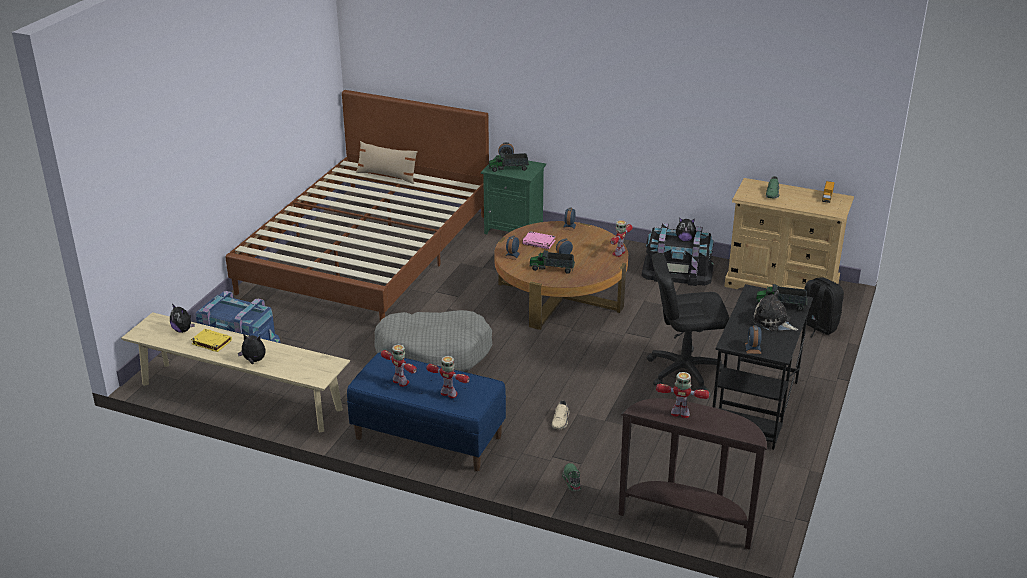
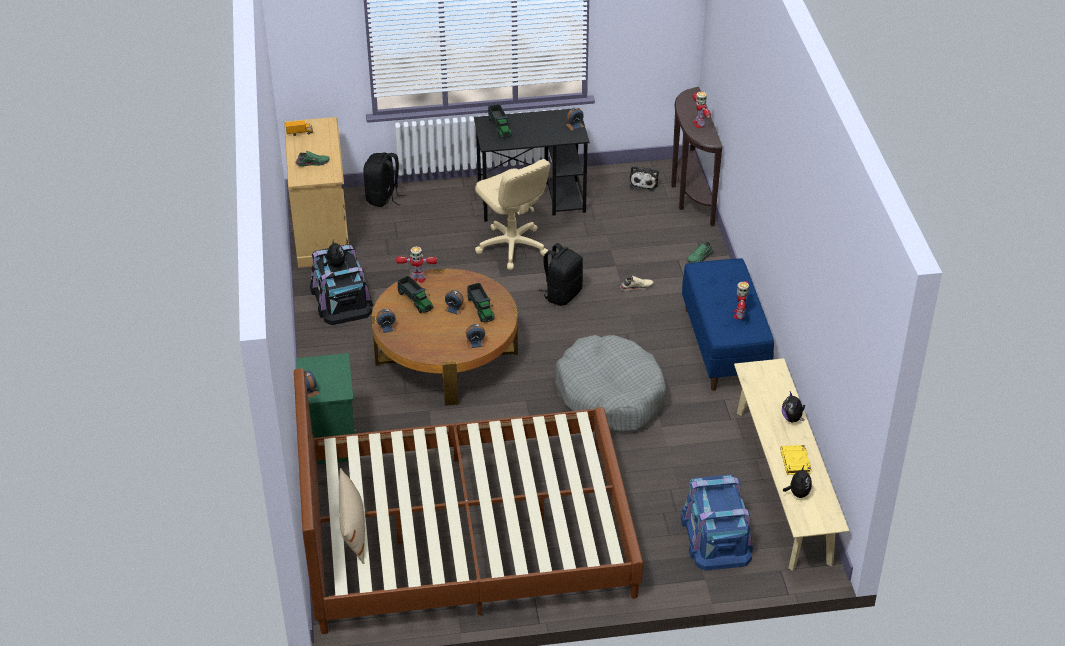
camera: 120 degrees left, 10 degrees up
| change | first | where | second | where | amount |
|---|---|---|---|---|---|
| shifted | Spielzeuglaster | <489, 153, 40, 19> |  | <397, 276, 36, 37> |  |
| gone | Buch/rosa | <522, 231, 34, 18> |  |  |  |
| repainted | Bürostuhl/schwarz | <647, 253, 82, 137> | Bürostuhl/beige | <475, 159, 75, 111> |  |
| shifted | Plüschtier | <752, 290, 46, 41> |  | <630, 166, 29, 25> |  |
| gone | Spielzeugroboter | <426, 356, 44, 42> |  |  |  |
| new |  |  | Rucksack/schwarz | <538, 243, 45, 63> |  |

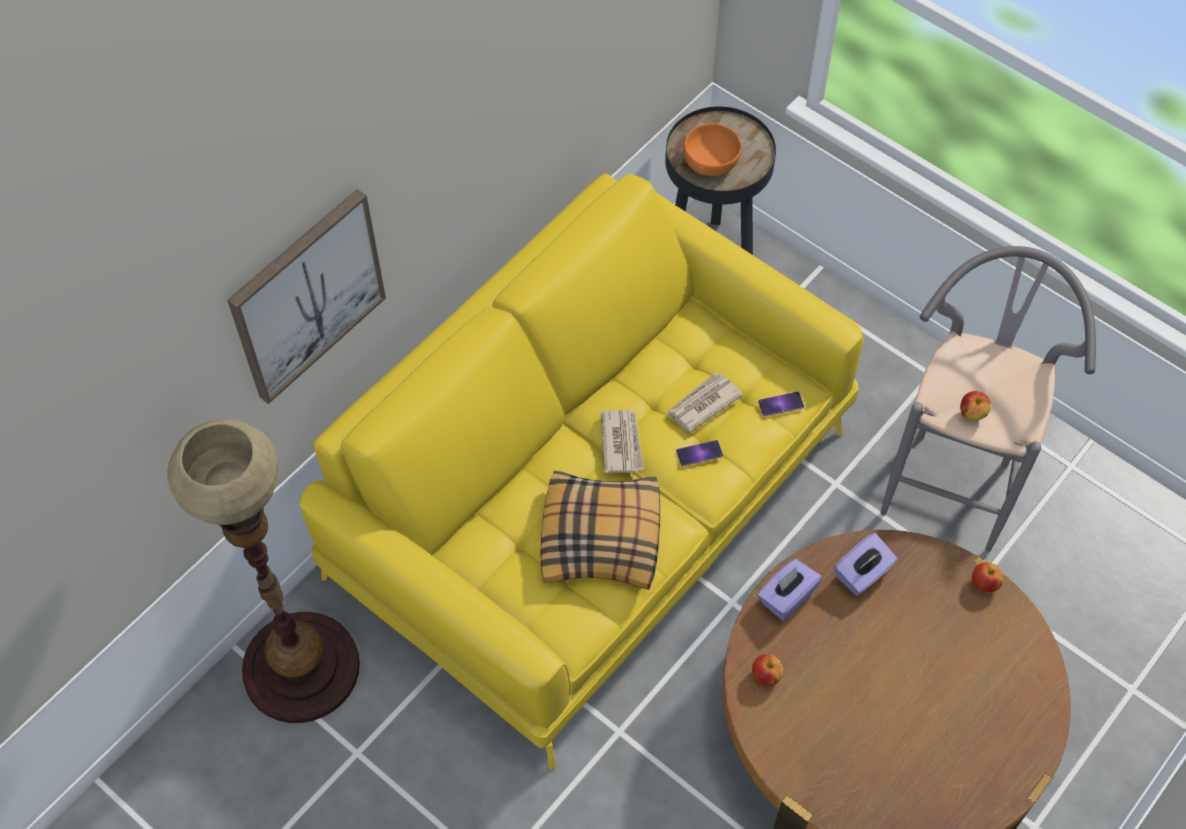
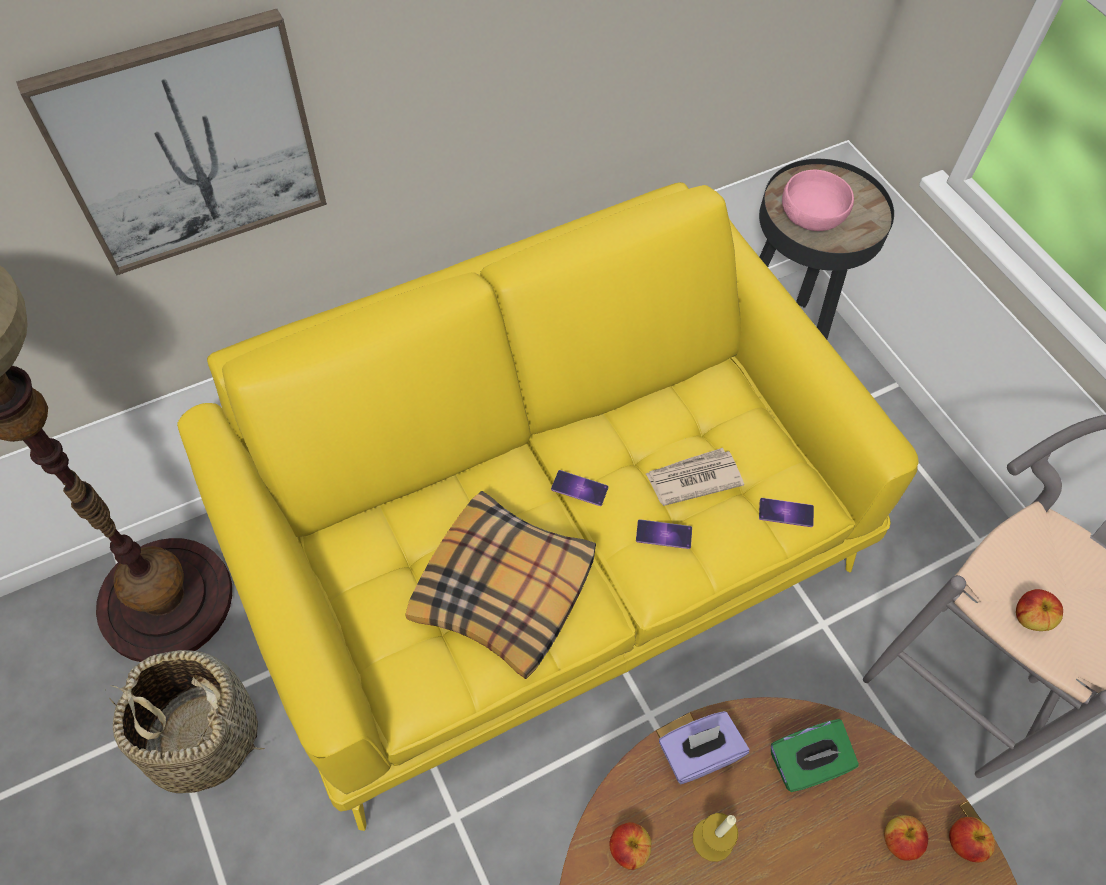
camera: 20 degrees right, 0 degrees up
| change | first | where | second | where | amount |
|---|---|---|---|---|---|
| repainted | Schüssel/orange | <683, 123, 59, 53> | Schüssel/rosa | <782, 170, 72, 61> |  |
| swapped | Zeitung | <601, 410, 43, 63> | Handy | <551, 470, 58, 36> |  |
| repainted | Taschentuchbox/lila | <834, 533, 64, 63> | Taschentuchbox/grün | <771, 719, 88, 73> |  |
| new |  |  | Korb | <105, 650, 160, 143> |  |
| new |  |  | Kerze | <693, 813, 45, 49> |  |
| new |  |  | Apfel | <884, 815, 44, 46> |  |

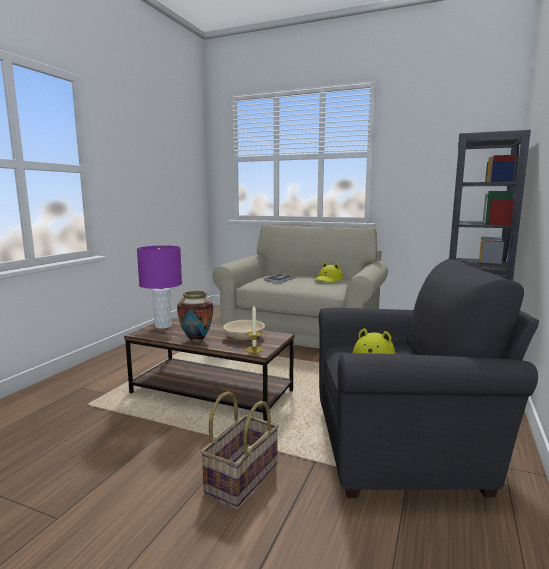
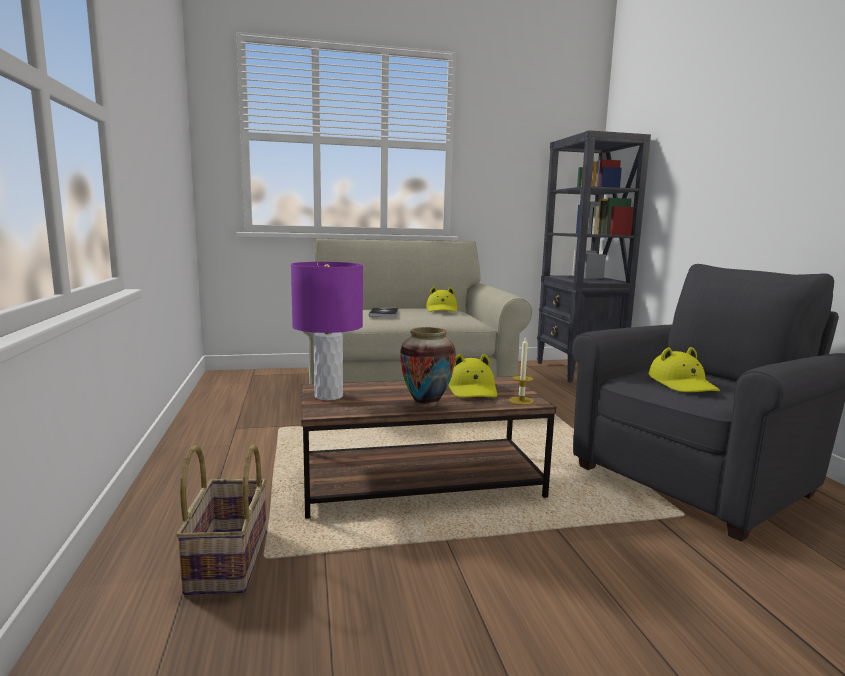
camera: 35 degrees left, 0 degrees up
| change | first | where | second | where | amount |
|---|---|---|---|---|---|
| swapped | Schüssel/beige | <223, 320, 42, 20> | Hut/gelb | <448, 354, 49, 44> |  |
| shifted | Korb | <200, 391, 79, 116> |  | <176, 445, 91, 150> |  |

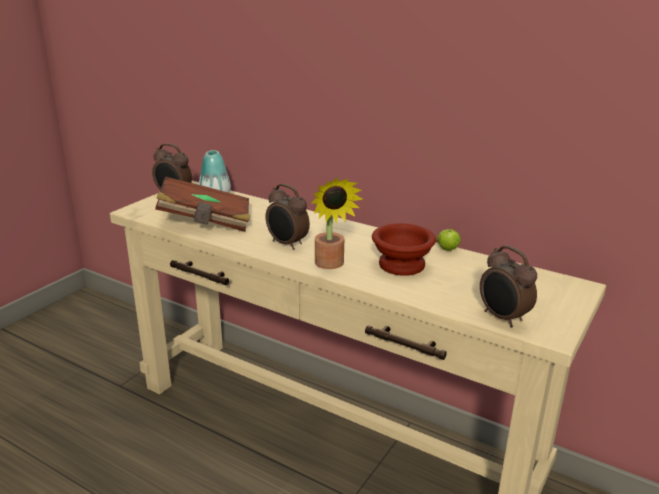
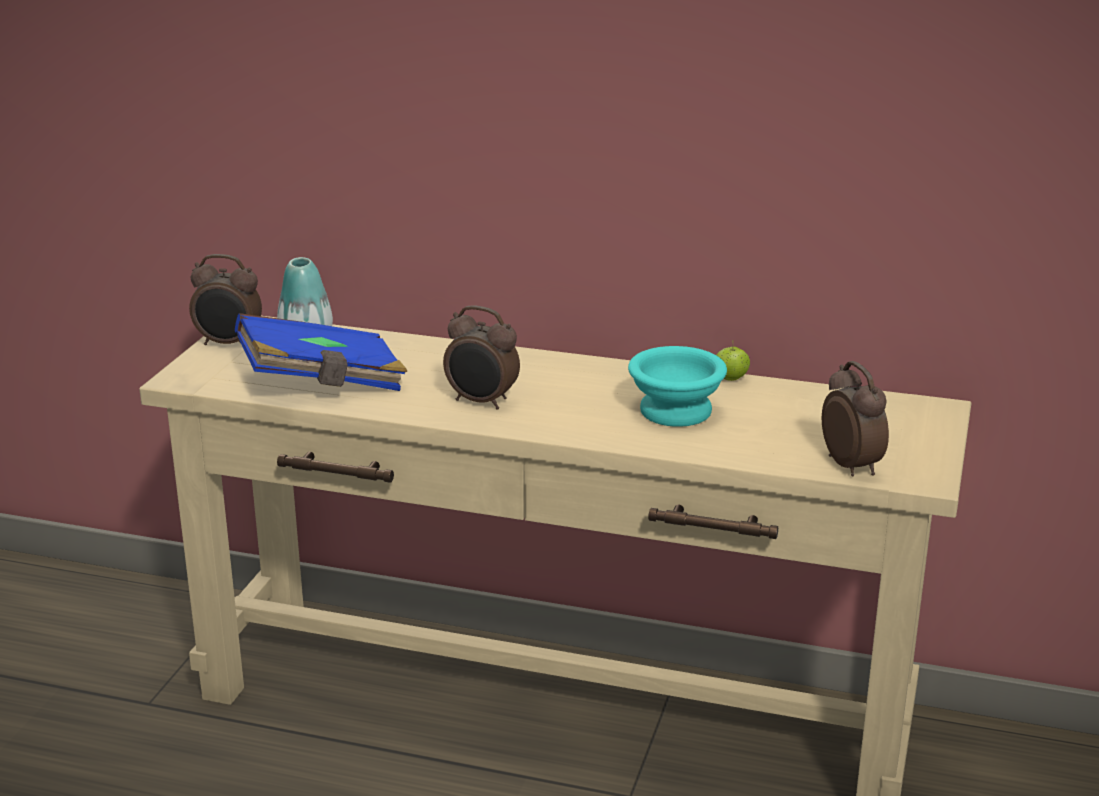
camera: 15 degrees left, 0 degrees up
| change | first | where | second | where | amount |
|---|---|---|---|---|---|
| repainted | Buch/braun | <155, 177, 95, 55> | Buch/blau | <235, 313, 172, 78> |  |
| gone | Topfpflanze | <312, 178, 51, 91> |  |  |  |
| repainted | Schüssel/braun | <372, 223, 64, 53> | Schüssel/türkis | <628, 346, 99, 81> |  |
| rotated | Wecker | <480, 246, 57, 82> |  | <822, 361, 67, 115> | 150 degrees counterclockwise |

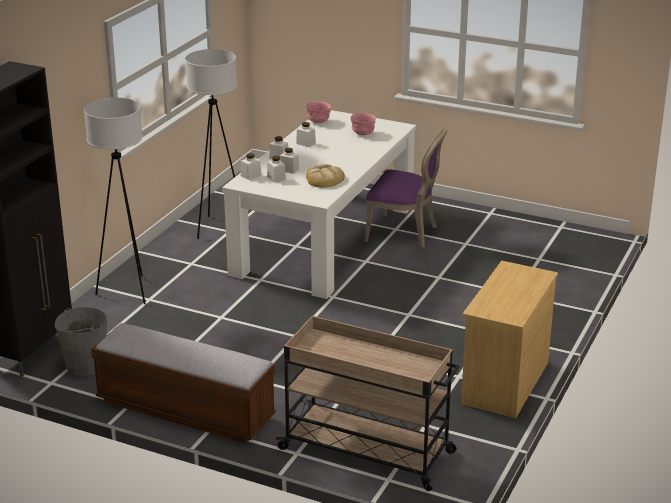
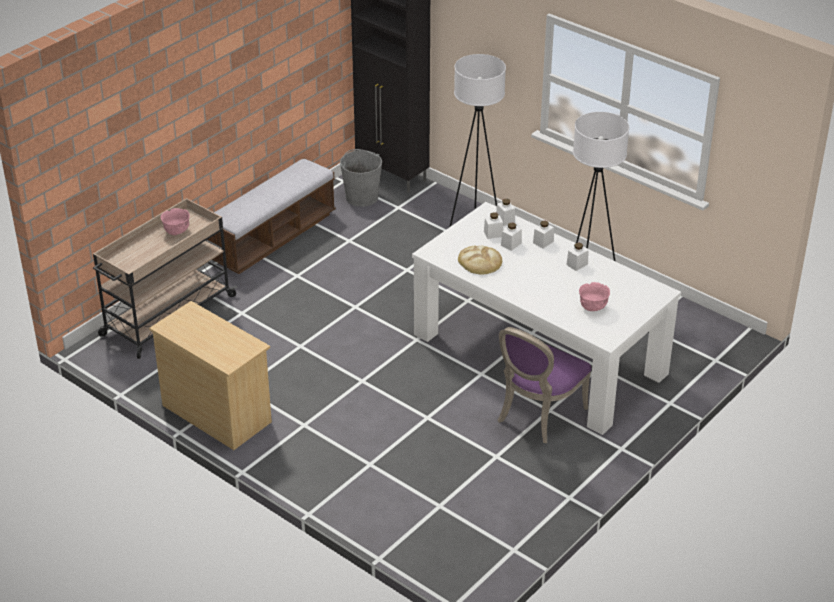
camera: 105 degrees right, 10 degrees up
| change | first | where | second | where | amount |
|---|---|---|---|---|---|
| shifted | Schüssel/rosa | <306, 102, 25, 21> |  | <161, 208, 29, 27> |  |

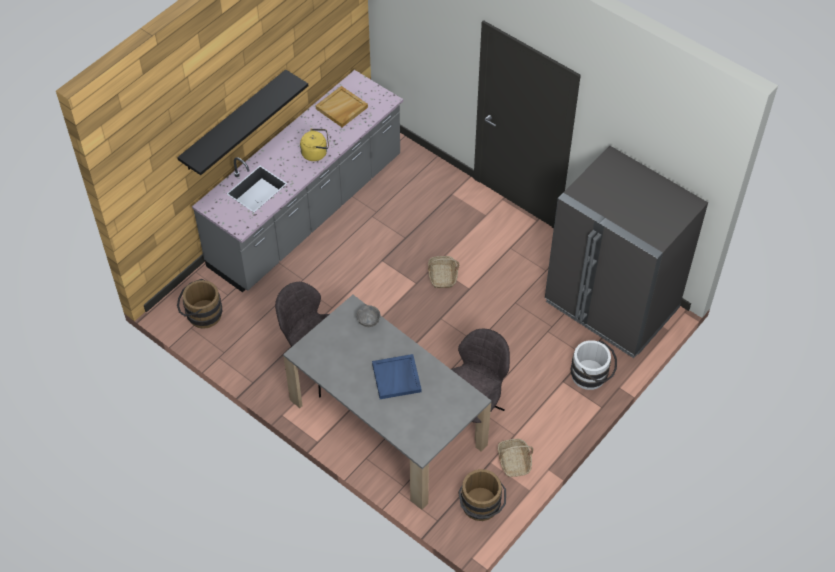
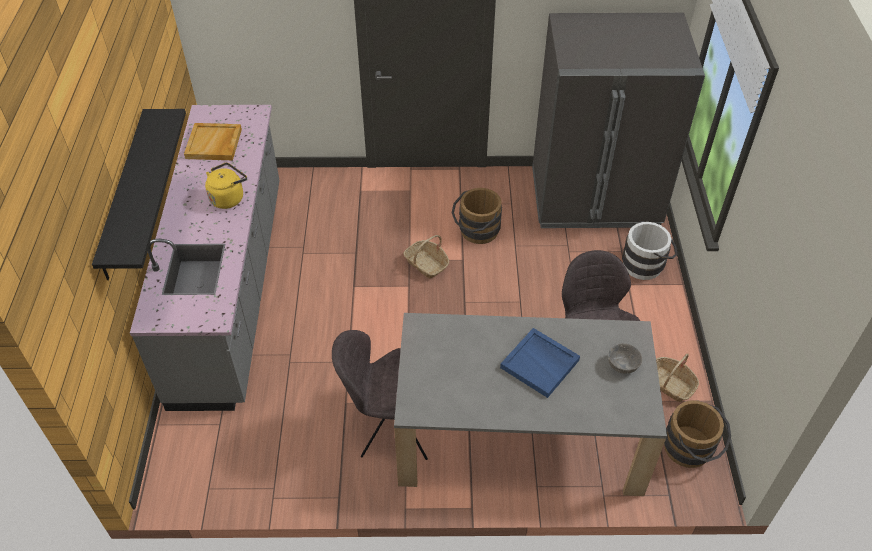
camera: 40 degrees left, 5 degrees down
| change | first | where | second | where | amount |
|---|---|---|---|---|---|
| shifted | Eimer/braun | <177, 279, 45, 50> |  | <451, 188, 51, 56> |  |
| shifted | Schüssel/grau | <357, 305, 24, 22> |  | <608, 343, 34, 31> |  |

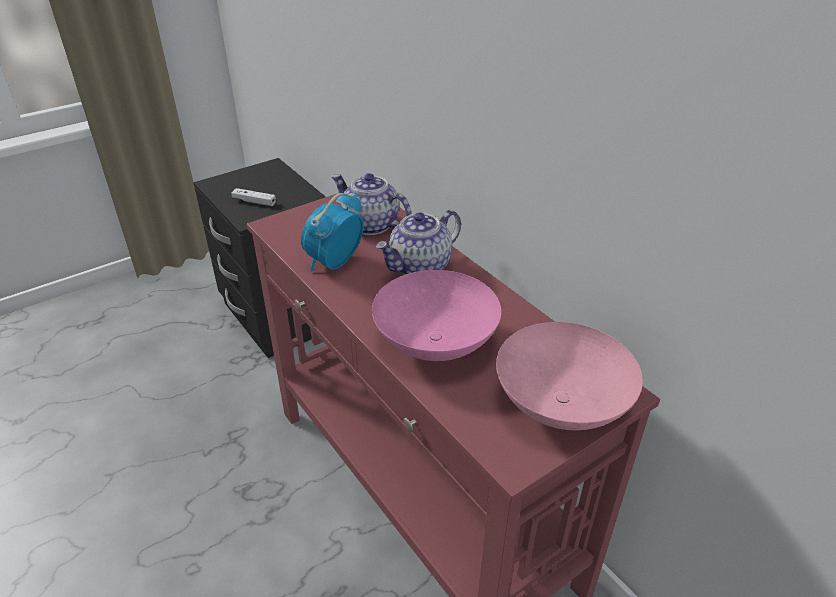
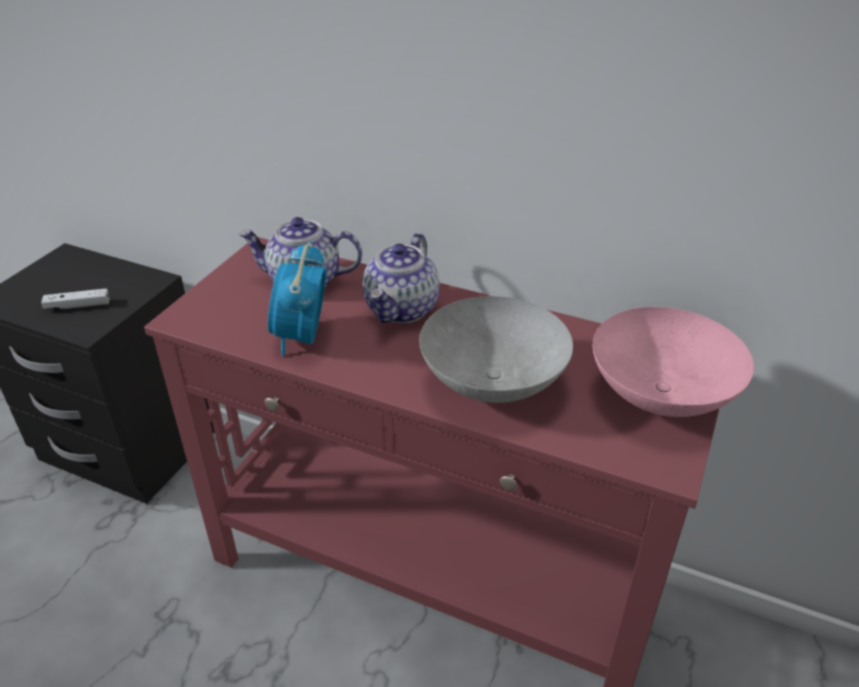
camera: 30 degrees left, 0 degrees up
| change | first | where | second | where | amount |
|---|---|---|---|---|---|
| repainted | Schüssel/rosa | <372, 270, 129, 91> | Schüssel/grau | <419, 296, 154, 107> |  |

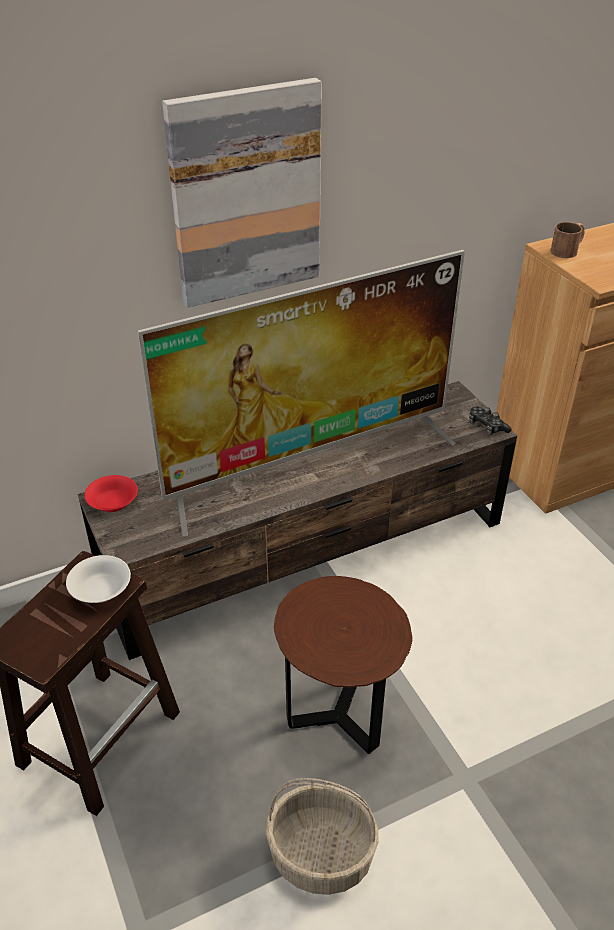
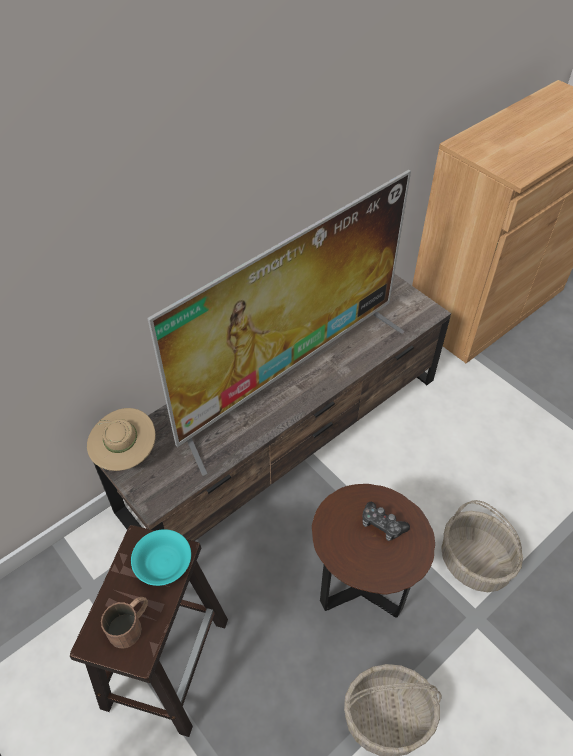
camera: 15 degrees left, 10 degrees up
| change | first | where | second | where | amount |
|---|---|---|---|---|---|
| gone | Bild | <162, 78, 160, 230> |  |  |  |
| shifted | Henkelbecher/braun | <551, 222, 34, 36> |  | <101, 597, 47, 51> |  |
| shifted | Gamepad | <469, 406, 43, 29> |  | <362, 502, 48, 39> |  |
| swapped | Schüssel/rot | <84, 475, 54, 37> | Hut/beige | <87, 408, 69, 63> |  |
| repainted | Schüssel/weiß | <66, 555, 65, 48> | Schüssel/türkis | <131, 529, 60, 57> |  |
| new |  |  | Korb | <441, 500, 82, 92> |  |

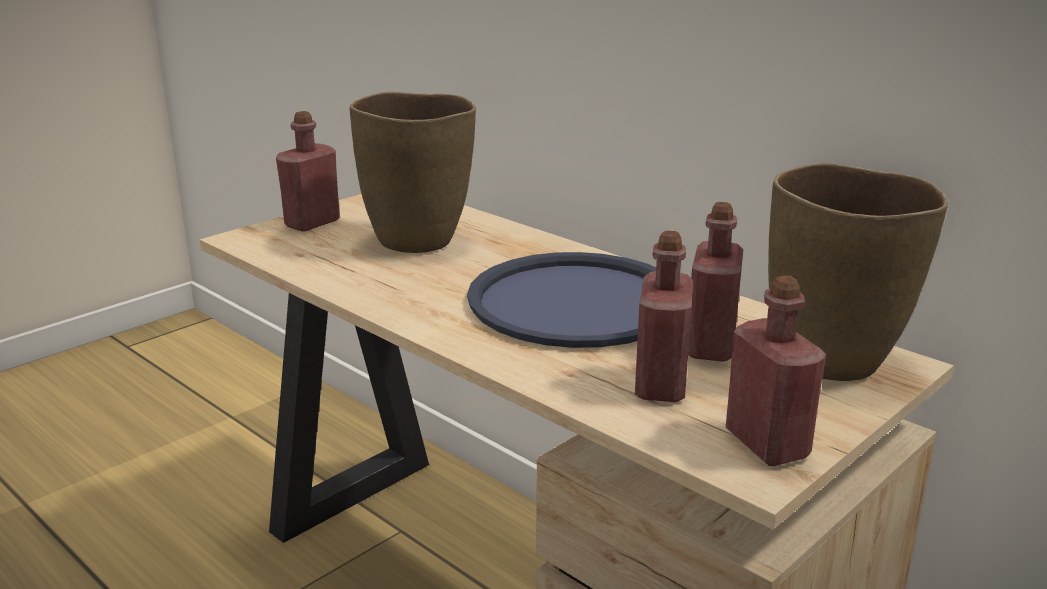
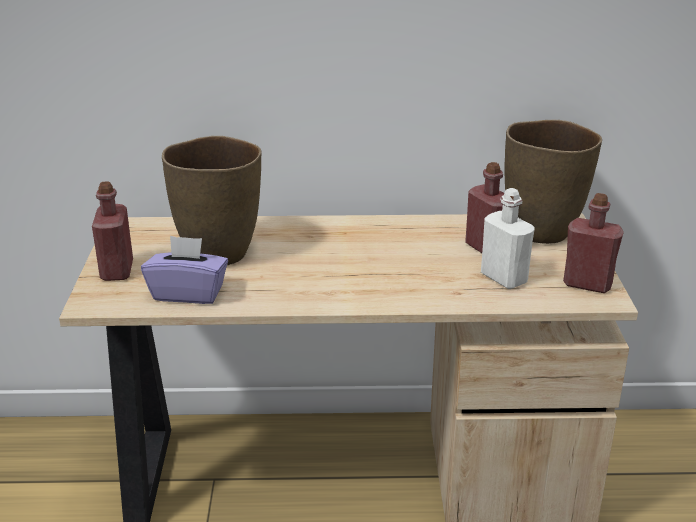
camera: 45 degrees left, 5 degrees up
| change | first | where | second | where | amount |
|---|---|---|---|---|---|
| repainted | Flasche/rot | <635, 231, 58, 171> | Flasche/weiß | <481, 188, 54, 101> |  |
| gone | Tablett/blau | <467, 252, 189, 96> |  |  |  |
| new |  |  | Taschentuchbox/lila | <141, 236, 87, 68> |  |

